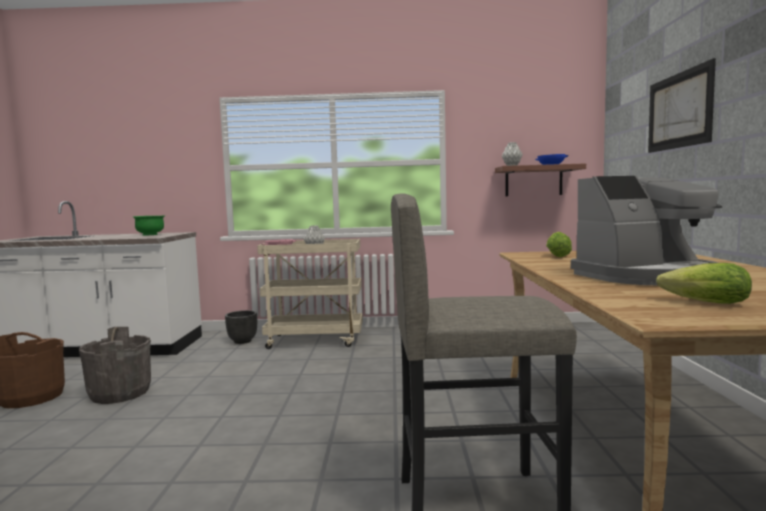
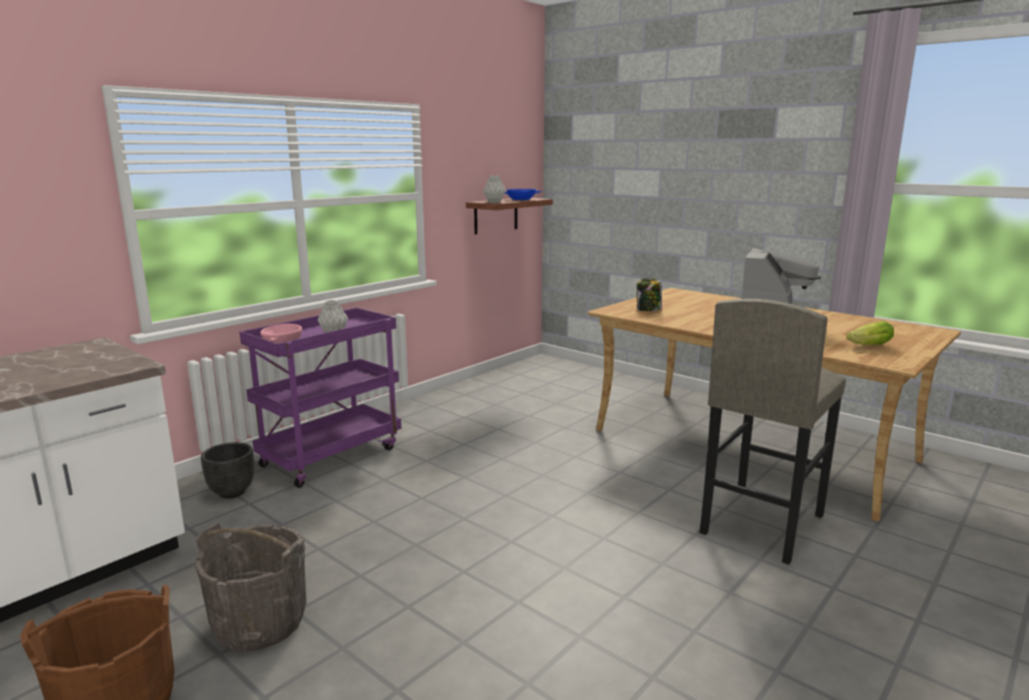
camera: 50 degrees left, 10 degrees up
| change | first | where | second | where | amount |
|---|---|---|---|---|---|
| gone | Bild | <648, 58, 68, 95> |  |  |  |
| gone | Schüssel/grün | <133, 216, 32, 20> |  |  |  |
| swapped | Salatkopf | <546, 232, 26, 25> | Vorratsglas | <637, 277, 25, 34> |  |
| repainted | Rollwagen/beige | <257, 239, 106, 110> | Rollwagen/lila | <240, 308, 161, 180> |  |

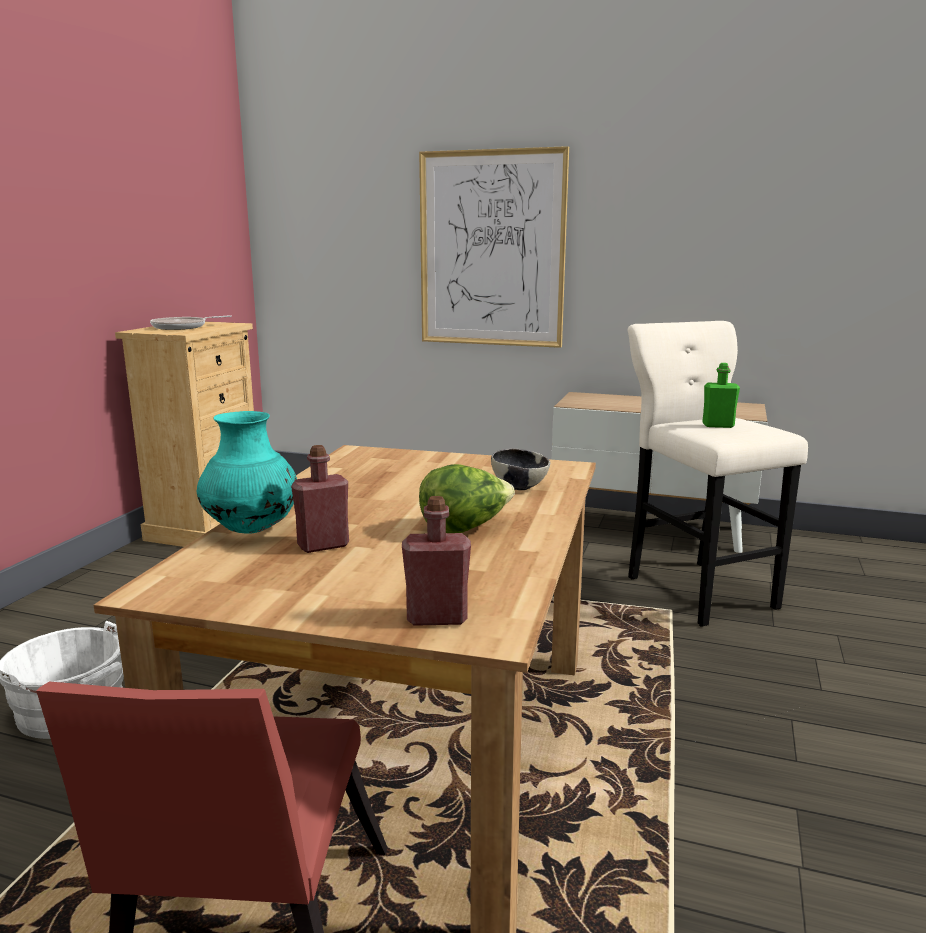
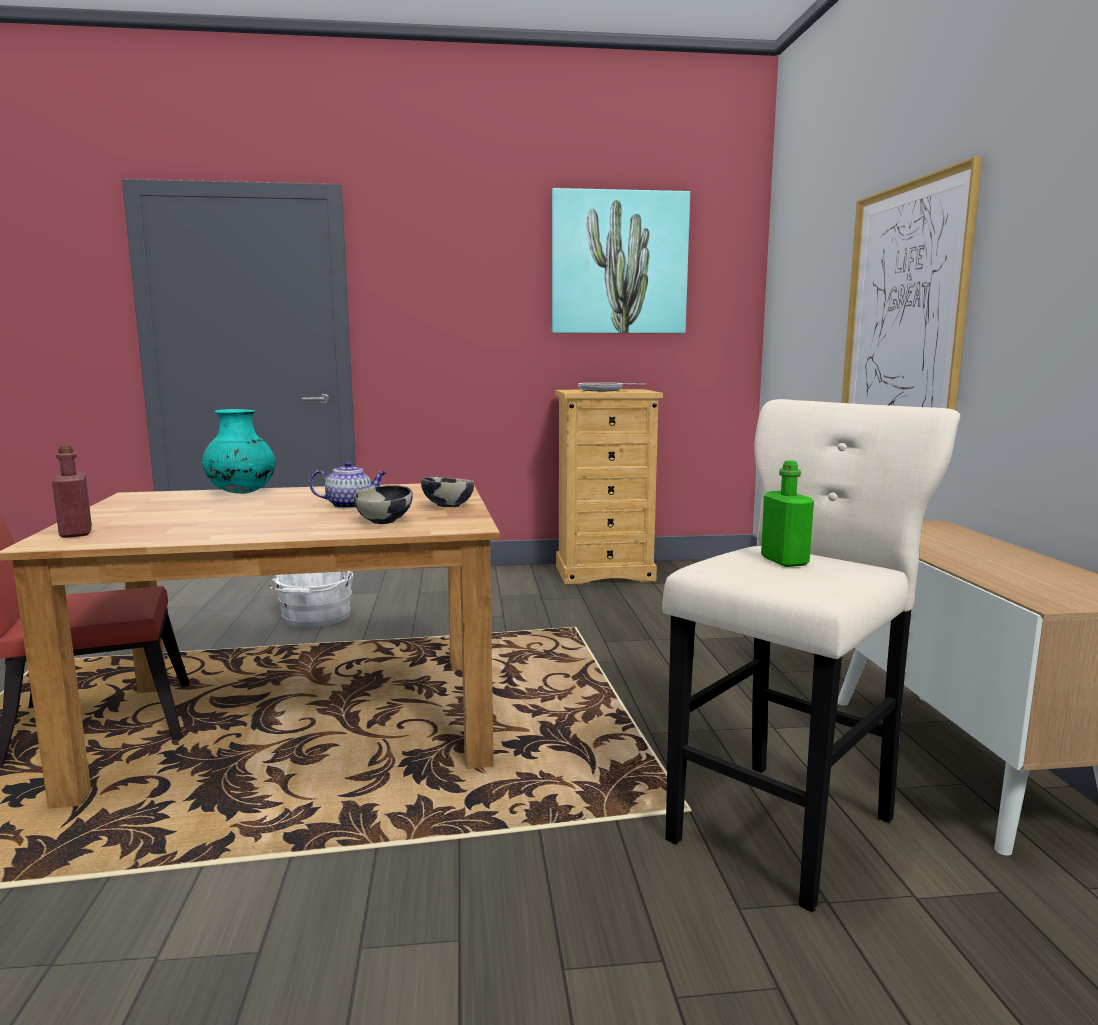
camera: 65 degrees right, 5 degrees down
| change | first | where | second | where | amount |
|---|---|---|---|---|---|
| gone | Flasche/rot | <291, 445, 58, 108> |  |  |  |
| gone | Salatkopf | <419, 464, 96, 69> |  |  |  |
| new |  |  | Bild | <552, 188, 138, 145> |  |
| new |  |  | Teekanne | <309, 461, 77, 47> |  |
| new |  |  | Schüssel | <421, 477, 53, 30> |  |

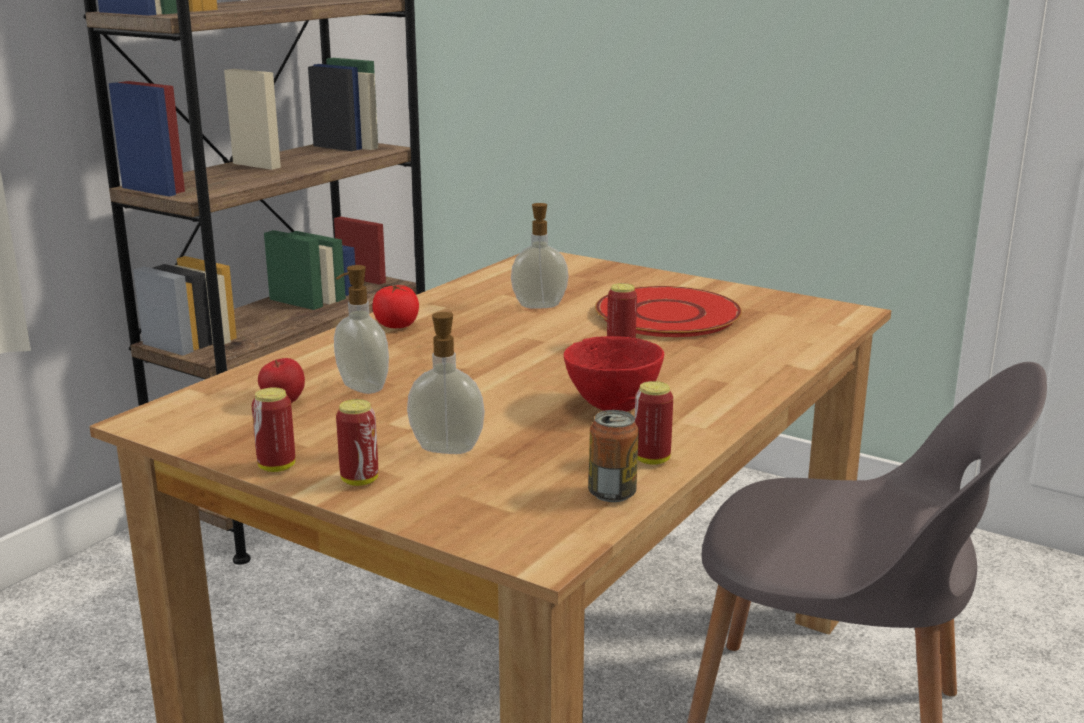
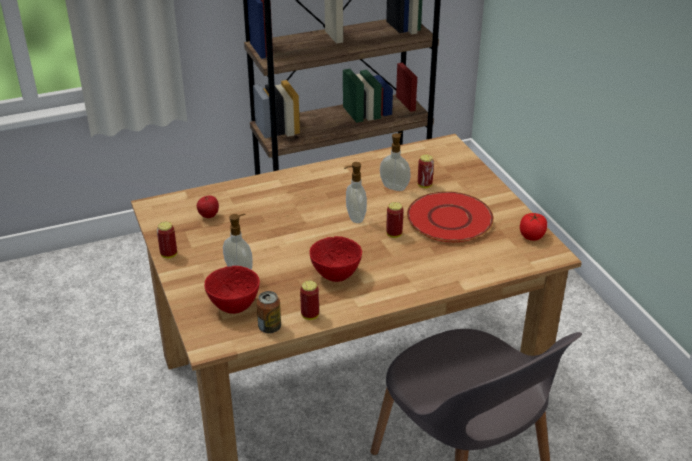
camera: 35 degrees right, 15 degrees up
| change | first | where | second | where | amount |
|---|---|---|---|---|---|
| shifted | Seifenspender | <334, 265, 55, 129> |  | <344, 162, 23, 61> |  |
| shifted | Tomate | <373, 285, 46, 43> |  | <520, 213, 27, 28> |  |
| shifted | Dose | <336, 399, 42, 87> |  | <418, 154, 16, 34> |  |
| new |  |  | Schüssel/rot | <204, 266, 56, 48> |  |

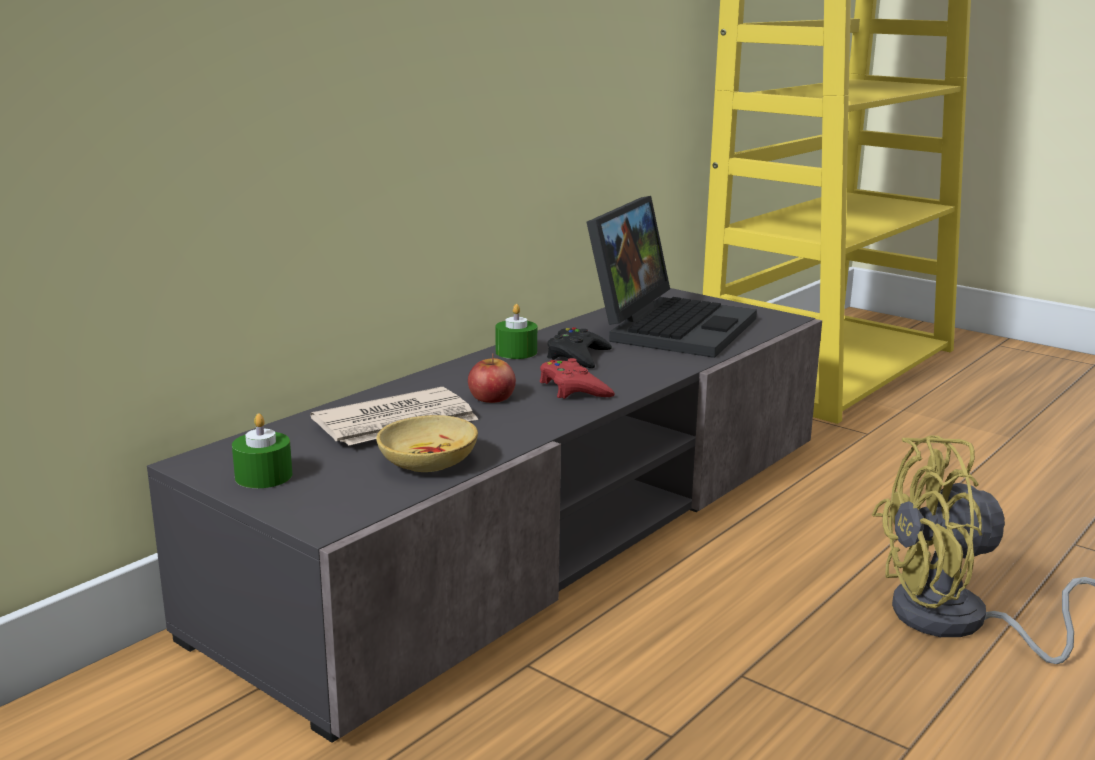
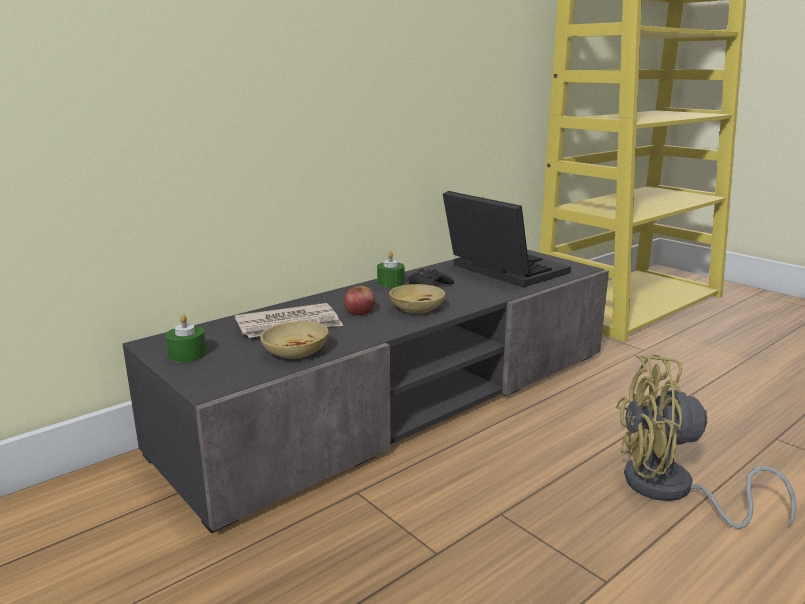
camera: 10 degrees right, 0 degrees up
| change | first | where | second | where | amount |
|---|---|---|---|---|---|
| rotated | Laptop | <587, 196, 170, 162> |  | <443, 191, 128, 96> | 75 degrees counterclockwise |
| swapped | Gamepad/rot | <540, 358, 75, 41> | Schüssel/beige | <389, 284, 56, 30> |  |

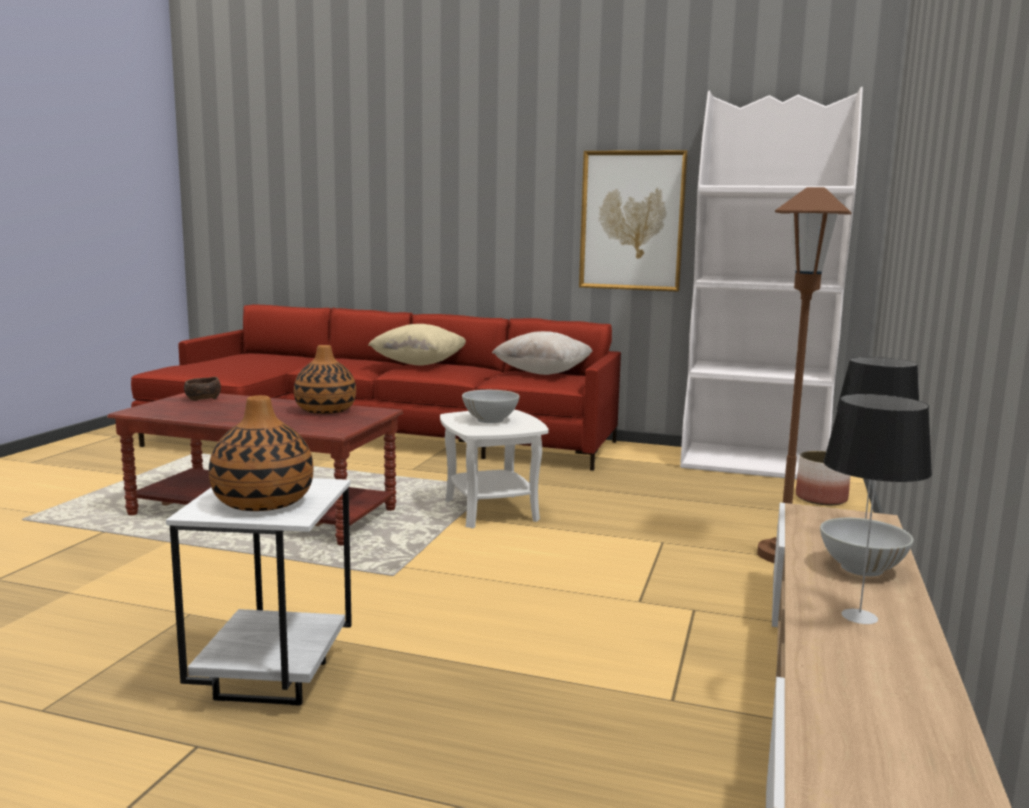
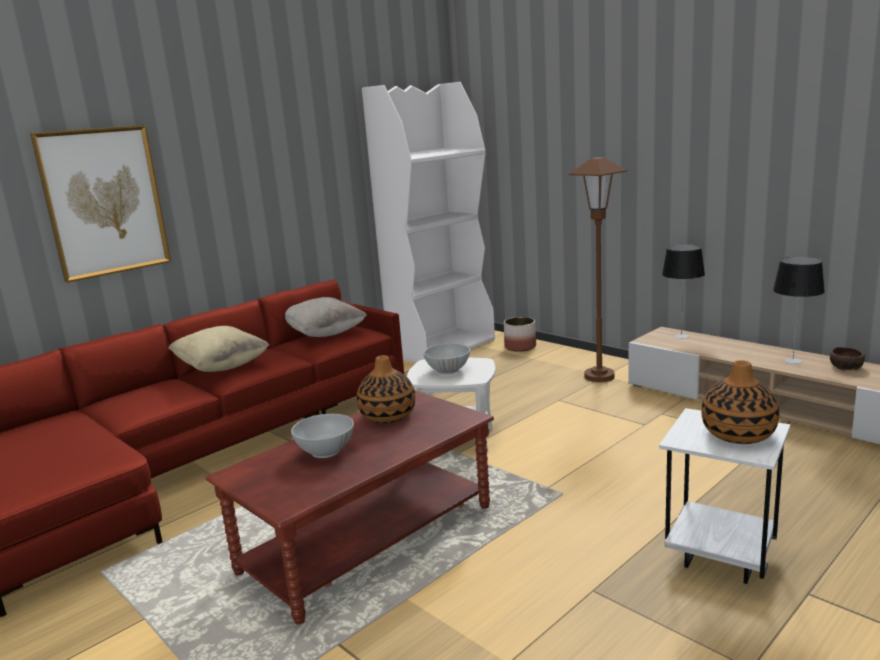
camera: 60 degrees left, 5 degrees up
| change | first | where | second | where | amount |
|---|---|---|---|---|---|
| shifted | Bild | <579, 150, 109, 142> |  | <30, 125, 141, 158> |  |
| shifted | Schüssel/braun | <184, 377, 37, 24> |  | <830, 347, 35, 23> |  |
| shifted | Schüssel/weiß | <820, 518, 94, 58> |  | <291, 414, 63, 44> |  |

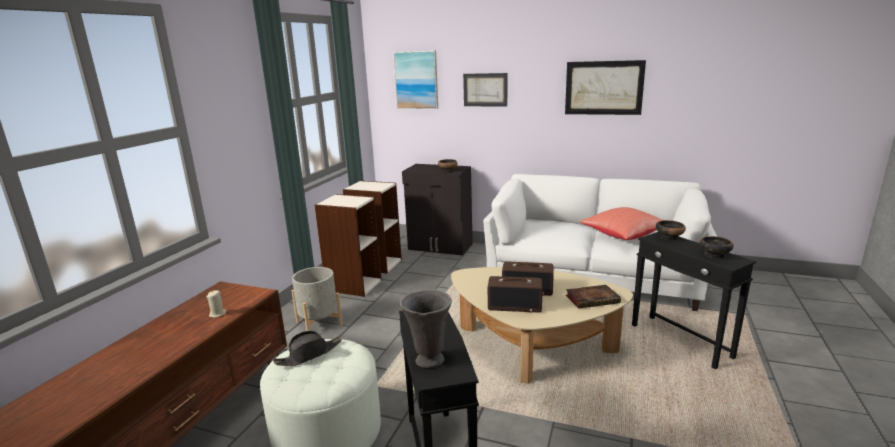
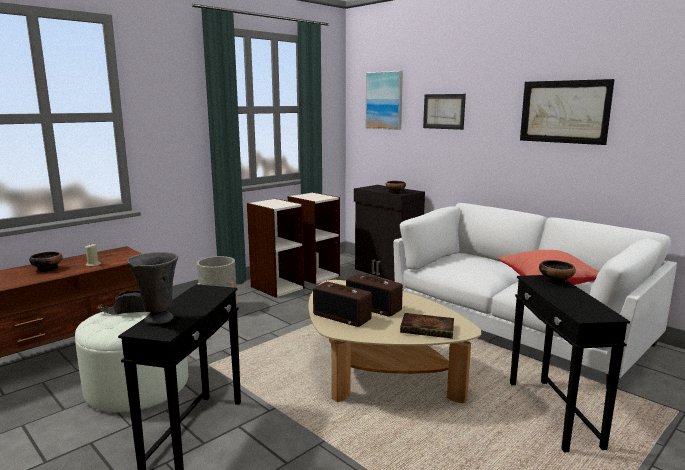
camera: 25 degrees right, 5 degrees down
| change | first | where | second | where | amount |
|---|---|---|---|---|---|
| shifted | Schüssel | <699, 236, 35, 23> |  | <29, 252, 34, 20> |  |

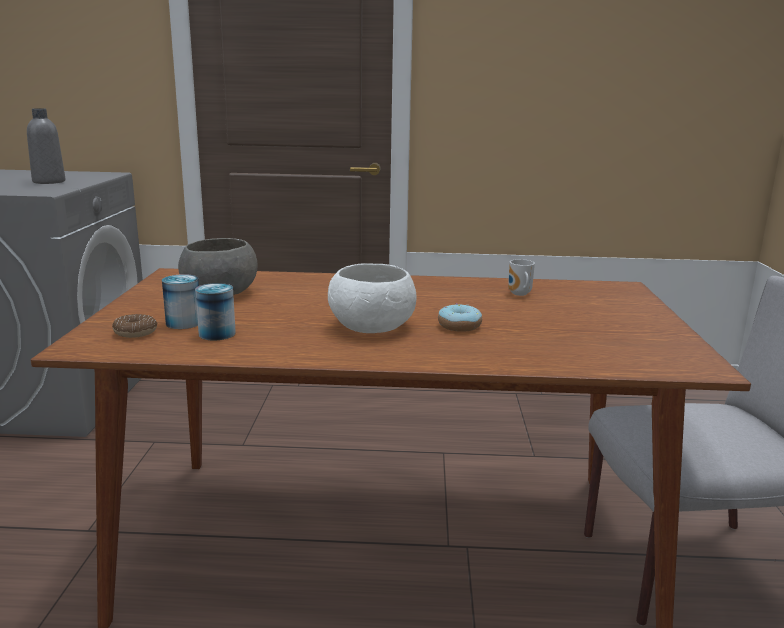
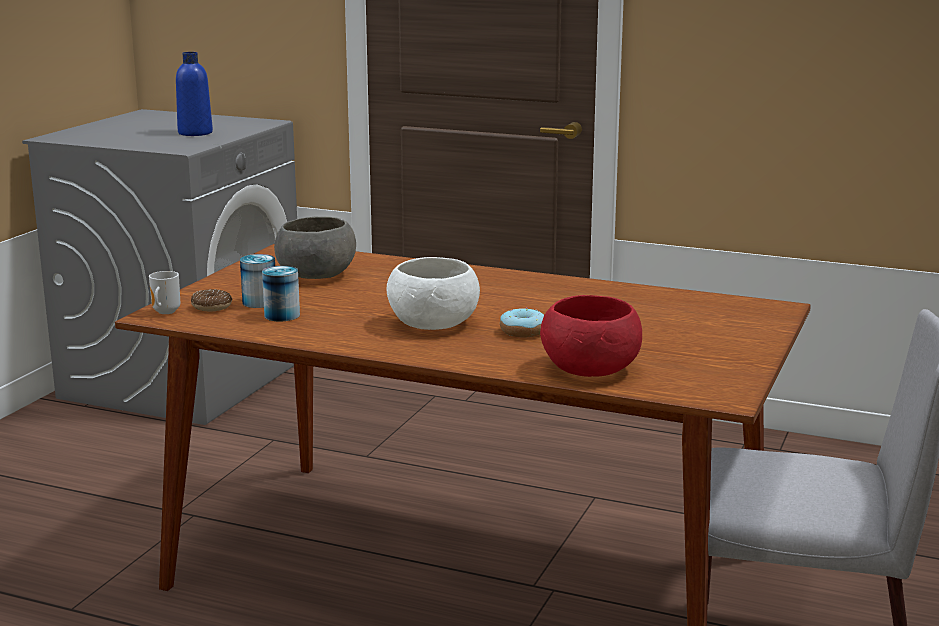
camera: 20 degrees right, 0 degrees up
| change | first | where | second | where | amount |
|---|---|---|---|---|---|
| repainted | Flasche/grau | <27, 108, 38, 76> | Flasche/blau | <176, 52, 37, 84> |  |
| shifted | Henkelbecher | <508, 259, 27, 37> |  | <149, 271, 31, 43> |  |
| new |  |  | Schüssel/rot | <540, 295, 102, 82> |  |

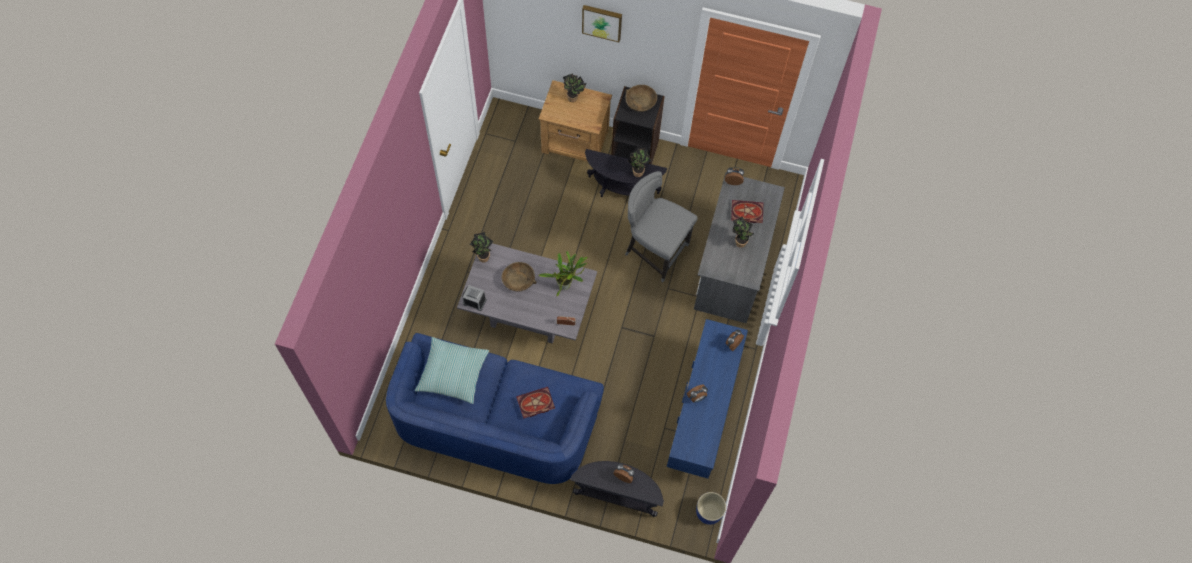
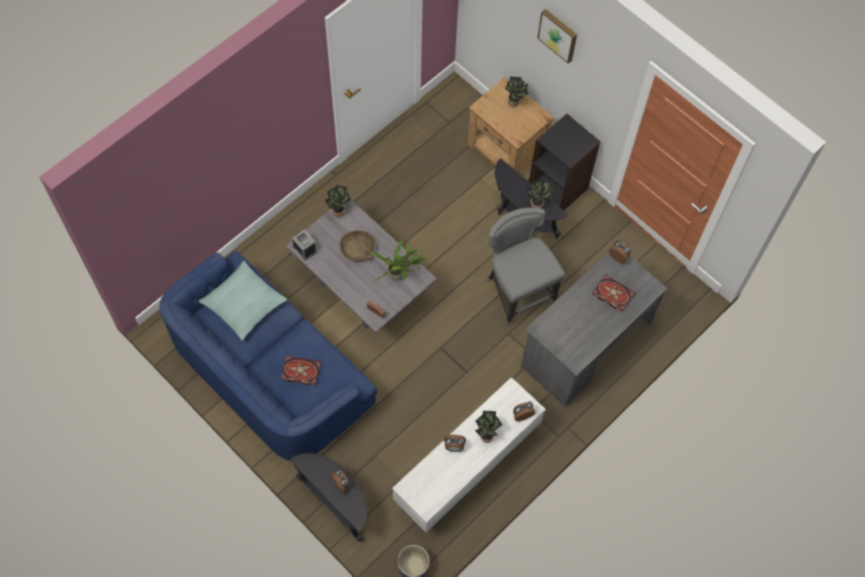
camera: 30 degrees right, 0 degrees up
| change | first | where | second | where | amount |
|---|---|---|---|---|---|
| gone | Schüssel/braun | <625, 85, 32, 27> |  |  |  |
| shifted | Topfpflanze | <732, 216, 22, 32> |  | <475, 411, 28, 32> |  |
| repainted | Fernsehschrank/blau | <667, 319, 81, 160> | Fernsehschrank/weiß | <392, 377, 154, 155> |  |

